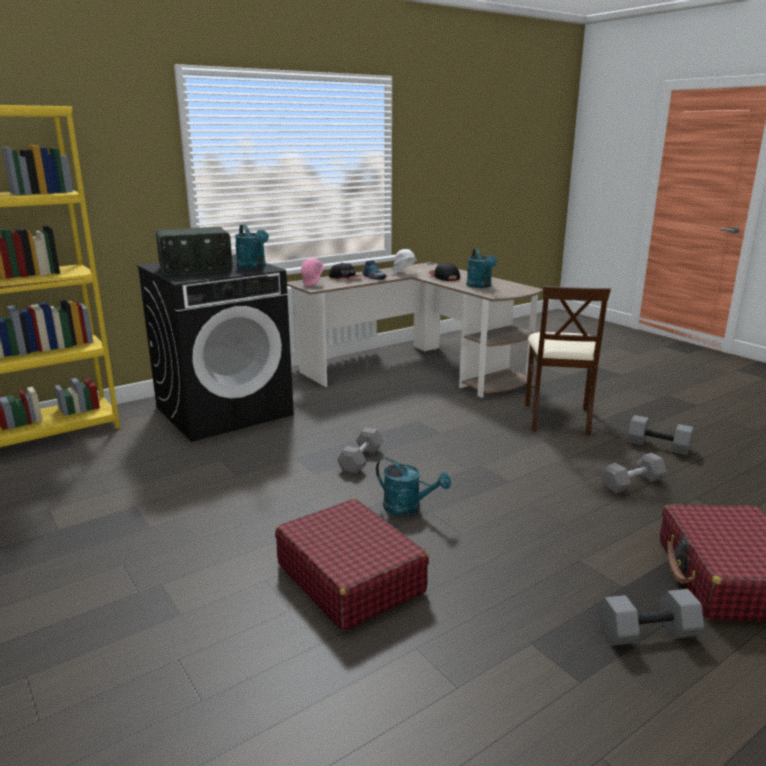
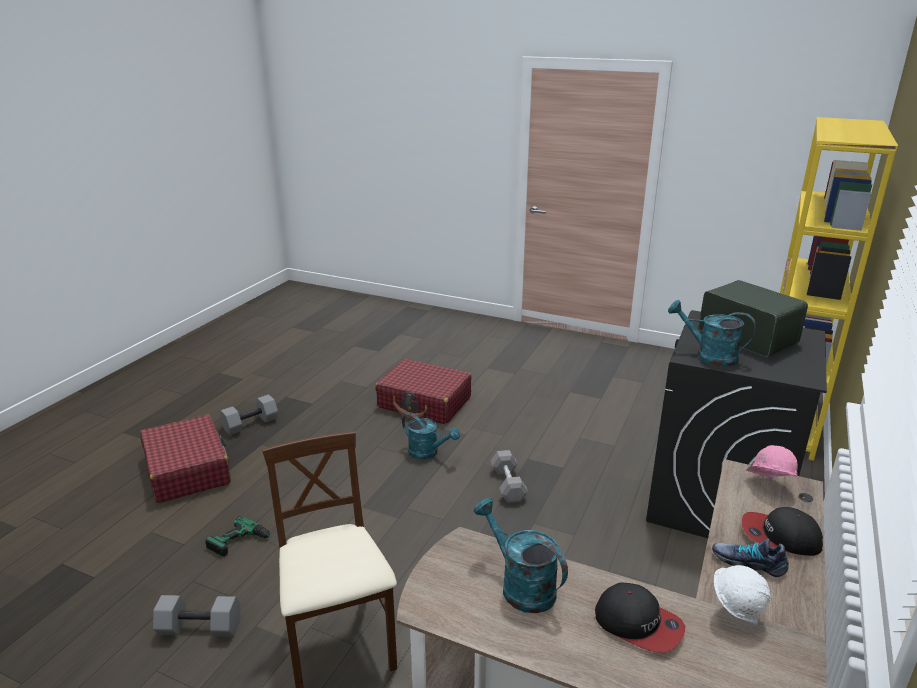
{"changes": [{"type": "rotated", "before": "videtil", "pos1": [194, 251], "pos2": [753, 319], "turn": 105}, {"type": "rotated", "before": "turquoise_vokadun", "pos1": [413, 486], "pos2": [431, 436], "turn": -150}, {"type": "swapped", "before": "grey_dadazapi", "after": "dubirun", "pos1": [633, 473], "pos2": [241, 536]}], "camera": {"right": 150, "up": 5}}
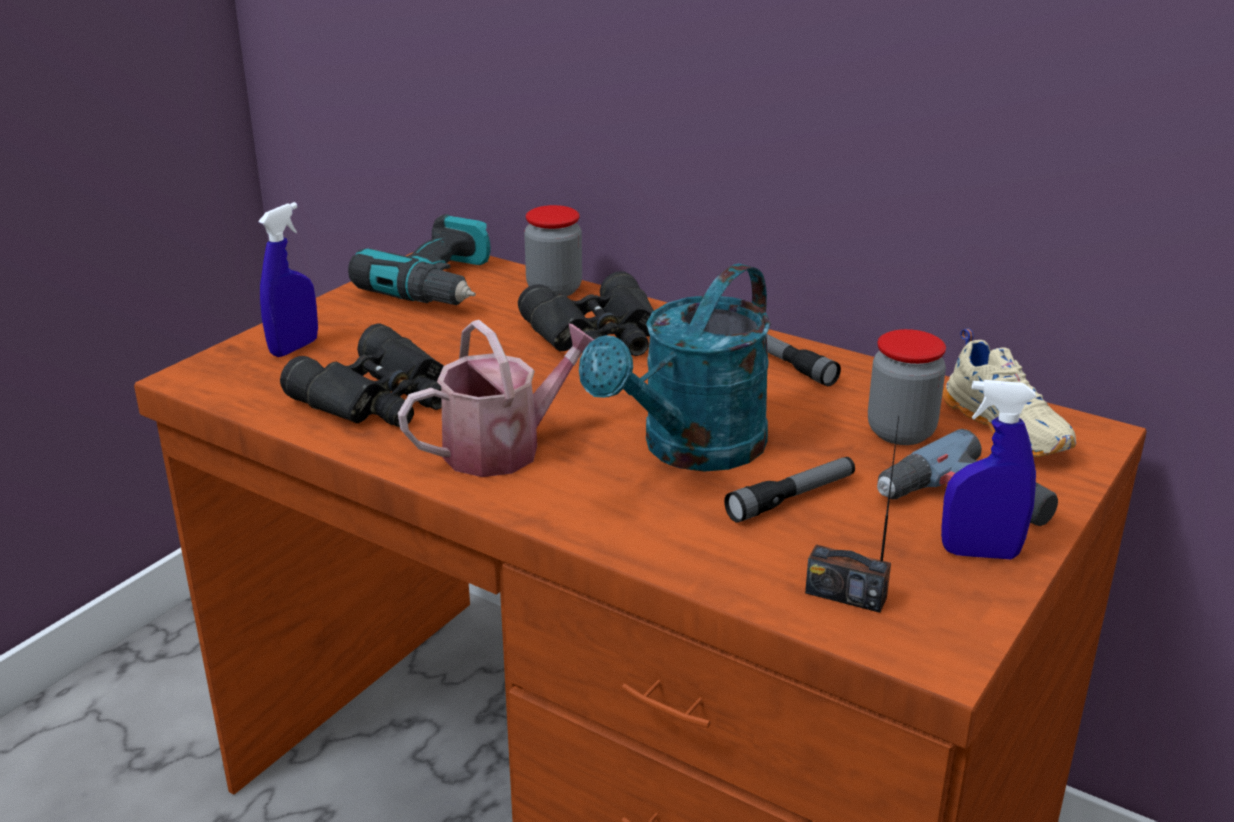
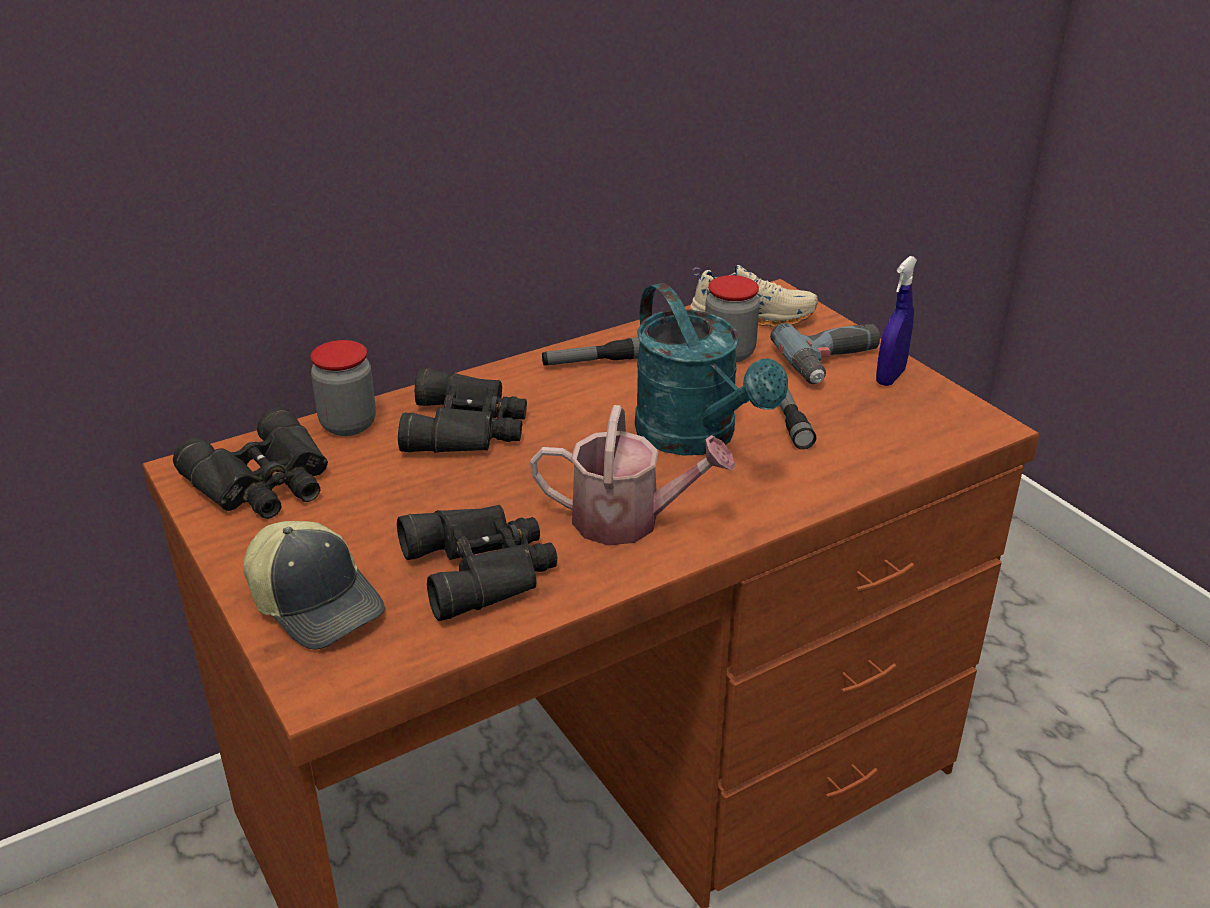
{"changes": [{"type": "swapped", "before": "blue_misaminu", "after": "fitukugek", "pos1": [288, 279], "pos2": [314, 585]}, {"type": "swapped", "before": "dubirun", "after": "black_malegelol", "pos1": [419, 259], "pos2": [250, 463]}, {"type": "rotated", "before": "vokadun", "pos1": [496, 398], "pos2": [633, 475], "turn": 105}, {"type": "gone", "before": "videtil", "pos1": [852, 514]}], "camera": {"right": -65, "up": 5}}
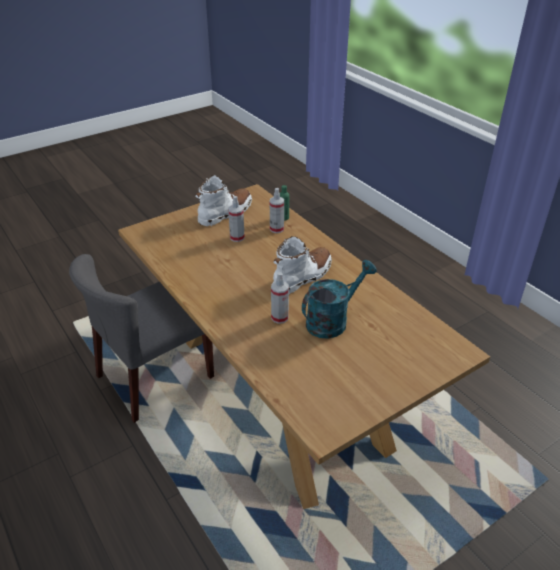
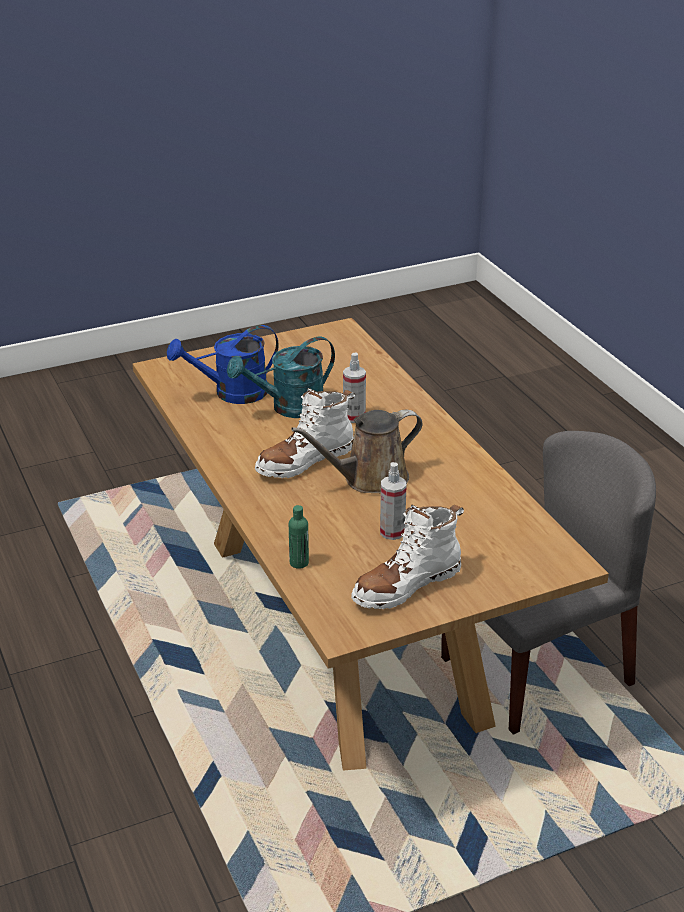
{"changes": [{"type": "gone", "before": "misaminu", "pos1": [277, 210]}, {"type": "new", "after": "blue_vokadun", "pos2": [223, 364]}, {"type": "new", "after": "brown_vokadun", "pos2": [356, 451]}], "camera": {"right": -170, "up": -5}}
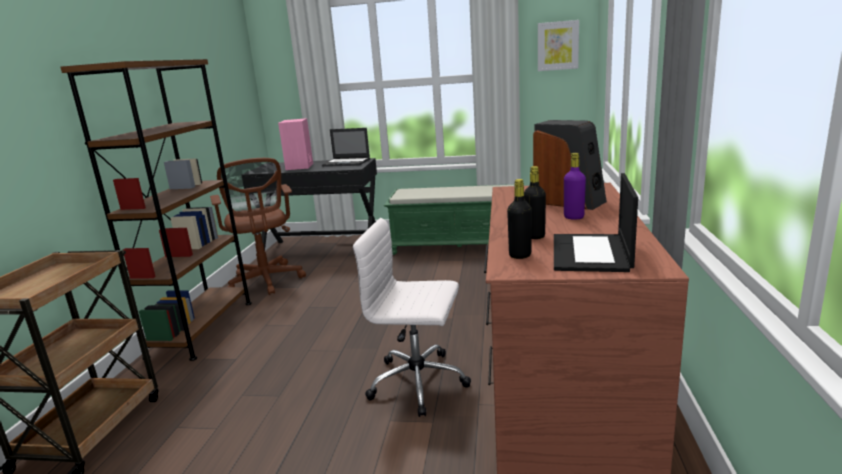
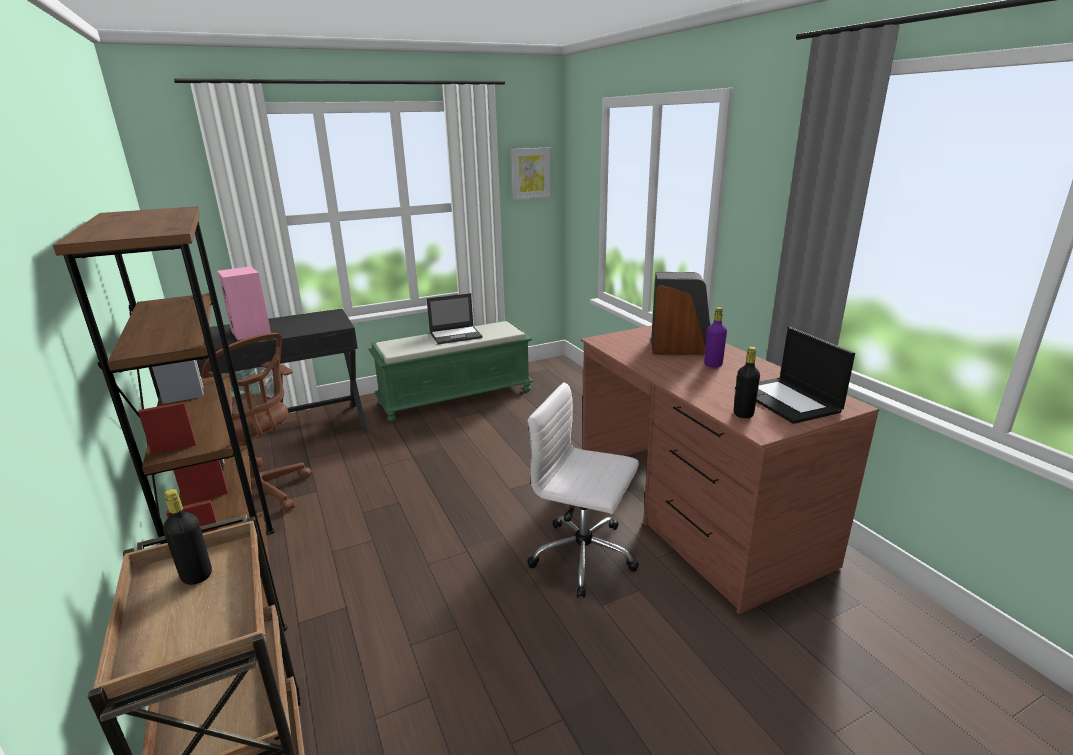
{"changes": [{"type": "shifted", "before": "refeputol", "pos1": [346, 147], "pos2": [455, 318]}, {"type": "rotated", "before": "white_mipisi", "pos1": [412, 317], "pos2": [583, 490], "turn": 45}, {"type": "shifted", "before": "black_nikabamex", "pos1": [535, 202], "pos2": [187, 537]}], "camera": {"right": -35, "up": 5}}
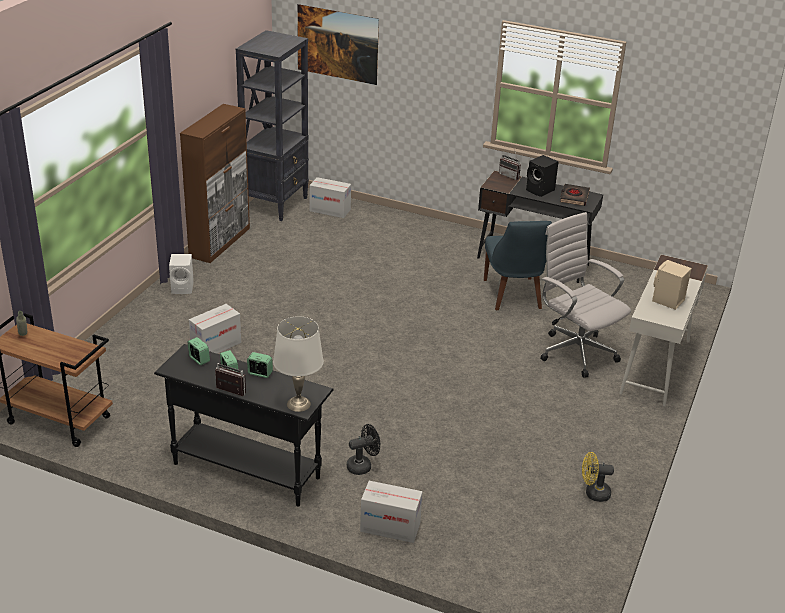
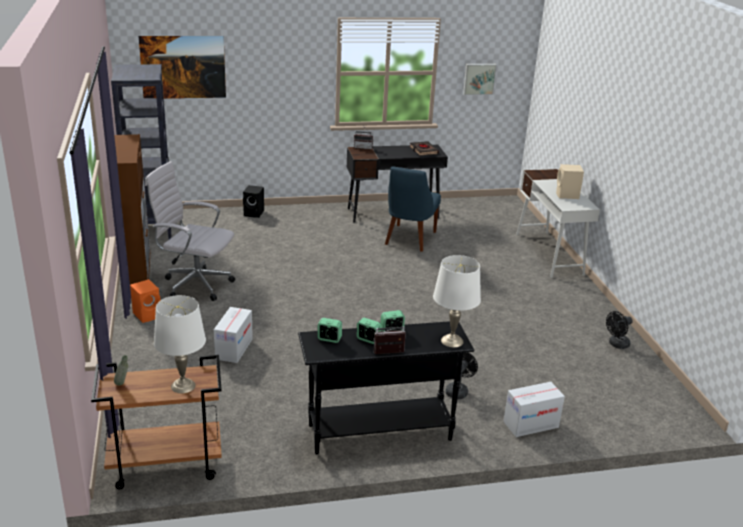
{"changes": [{"type": "repainted", "before": "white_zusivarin", "after": "orange_zusivarin", "pos1": [181, 274], "pos2": [145, 301]}, {"type": "gone", "before": "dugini", "pos1": [330, 197]}, {"type": "rotated", "before": "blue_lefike", "pos1": [518, 265], "pos2": [413, 209], "turn": 60}, {"type": "shifted", "before": "black_zusivarin", "pos1": [542, 176], "pos2": [253, 201]}, {"type": "shifted", "before": "white_mipisi", "pos1": [585, 295], "pos2": [190, 231]}, {"type": "repainted", "before": "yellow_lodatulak", "after": "black_lodatulak", "pos1": [598, 477], "pos2": [619, 330]}, {"type": "new", "after": "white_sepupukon", "pos2": [180, 344]}, {"type": "new", "after": "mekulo", "pos2": [480, 79]}], "camera": {"right": -35, "up": -5}}
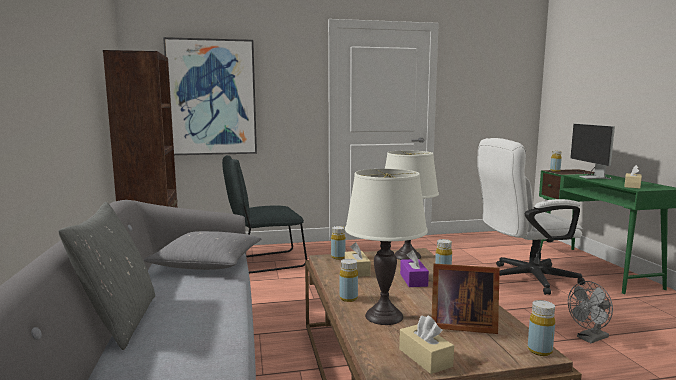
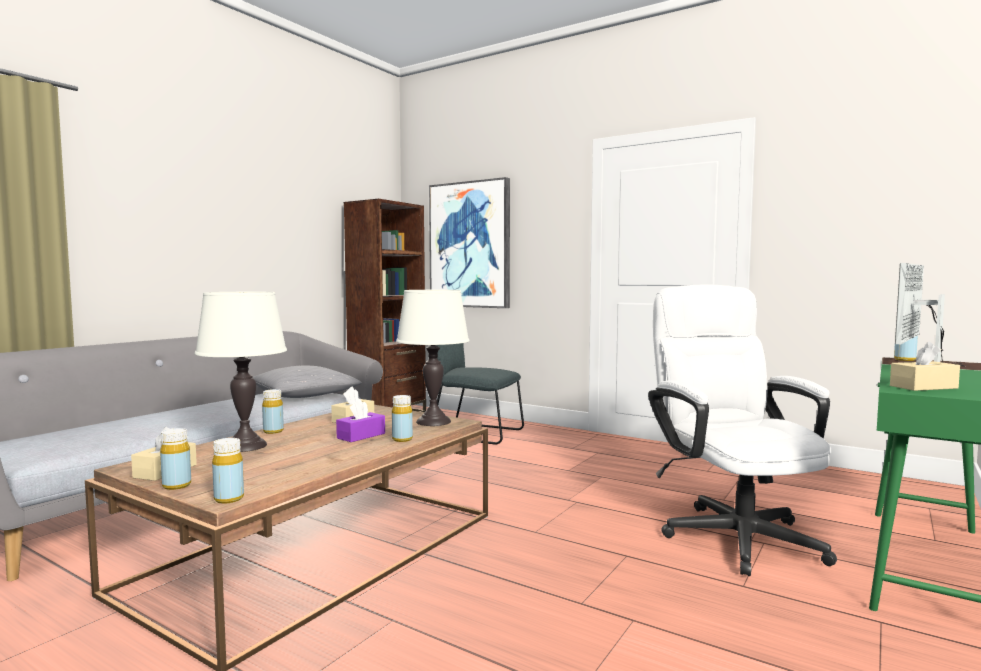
{"changes": [{"type": "gone", "before": "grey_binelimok", "pos1": [107, 276]}, {"type": "shifted", "before": "yellow_nikabamex", "pos1": [338, 242], "pos2": [175, 459]}, {"type": "gone", "before": "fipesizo", "pos1": [466, 299]}, {"type": "rotated", "before": "white_mipisi", "pos1": [531, 216], "pos2": [742, 430], "turn": 45}, {"type": "gone", "before": "grey_lodatulak", "pos1": [590, 312]}], "camera": {"right": 45, "up": -5}}
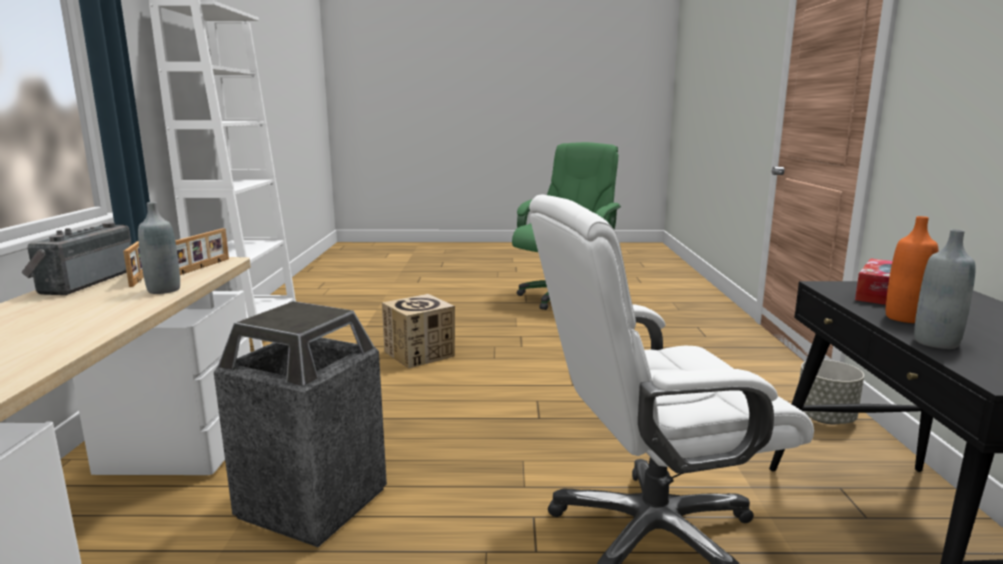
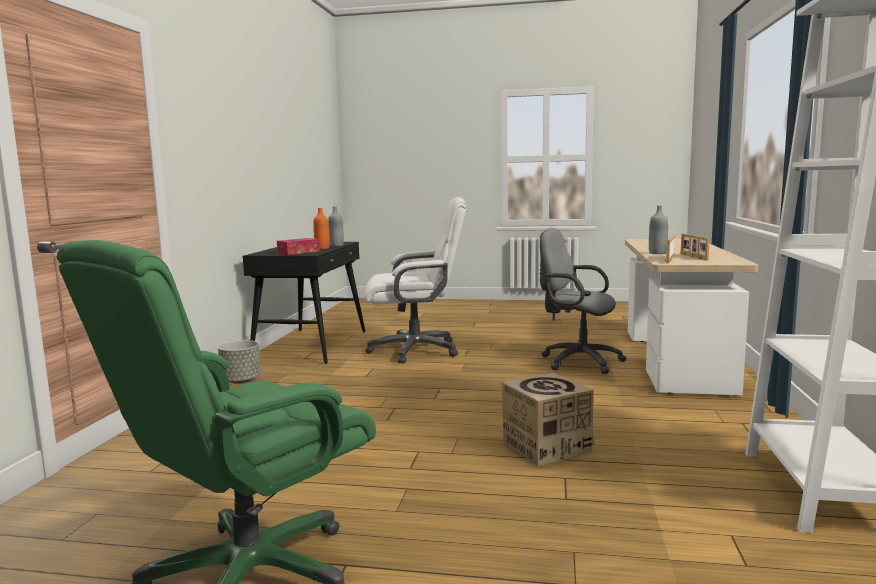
{"changes": [{"type": "gone", "before": "videtil", "pos1": [77, 258]}, {"type": "swapped", "before": "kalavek", "after": "grey_mipisi", "pos1": [300, 424], "pos2": [583, 301]}], "camera": {"right": -170, "up": -5}}
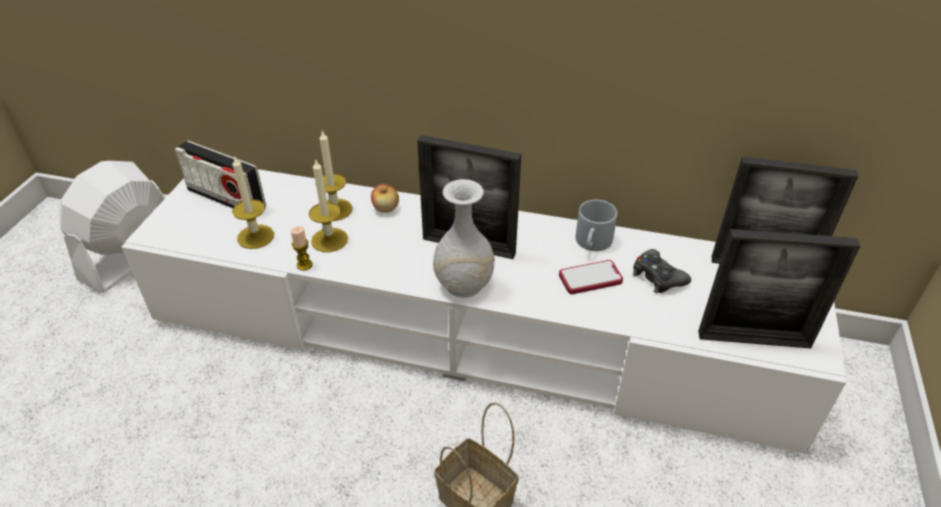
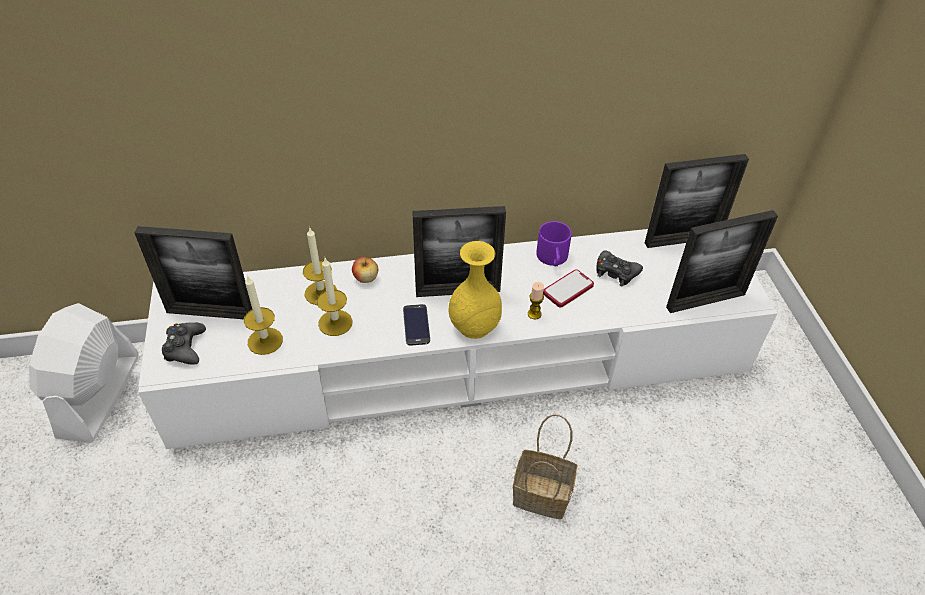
{"changes": [{"type": "swapped", "before": "videtil", "after": "fipesizo", "pos1": [220, 174], "pos2": [193, 272]}, {"type": "shifted", "before": "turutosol", "pos1": [302, 248], "pos2": [536, 301]}, {"type": "repainted", "before": "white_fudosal", "after": "yellow_fudosal", "pos1": [464, 238], "pos2": [475, 290]}, {"type": "repainted", "before": "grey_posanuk", "after": "purple_posanuk", "pos1": [596, 225], "pos2": [554, 243]}, {"type": "new", "after": "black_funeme", "pos2": [184, 343]}, {"type": "new", "after": "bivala", "pos2": [416, 324]}], "camera": {"right": -25, "up": 5}}
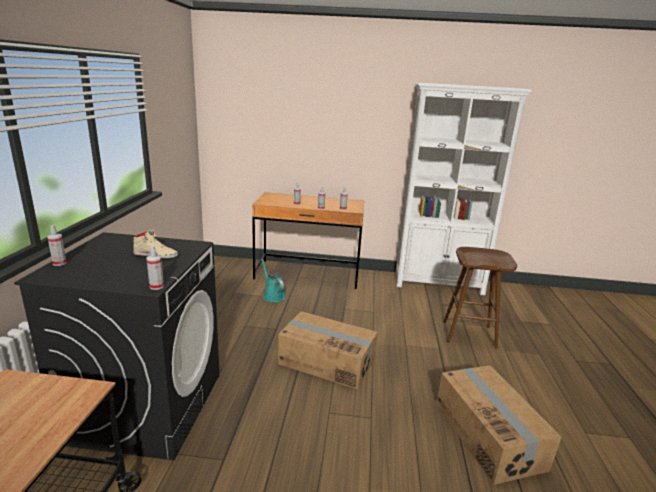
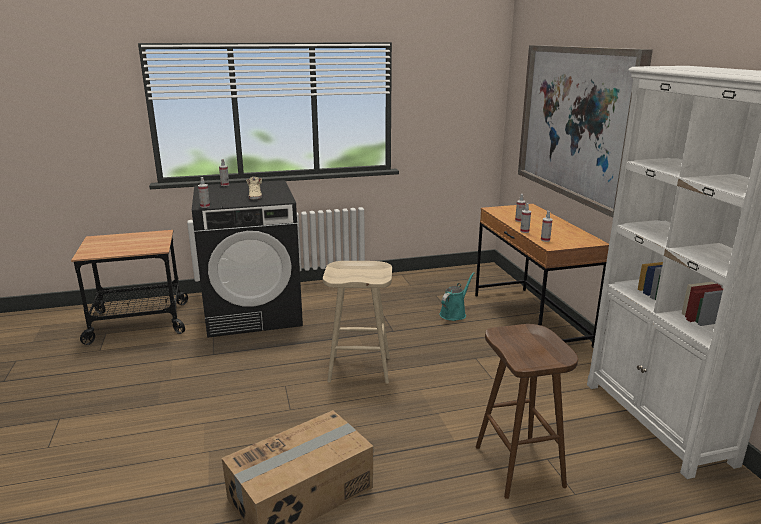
{"changes": [{"type": "swapped", "before": "dugini", "after": "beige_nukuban", "pos1": [328, 350], "pos2": [357, 322]}, {"type": "new", "after": "mekulo", "pos2": [585, 131]}], "camera": {"right": 70, "up": 0}}
